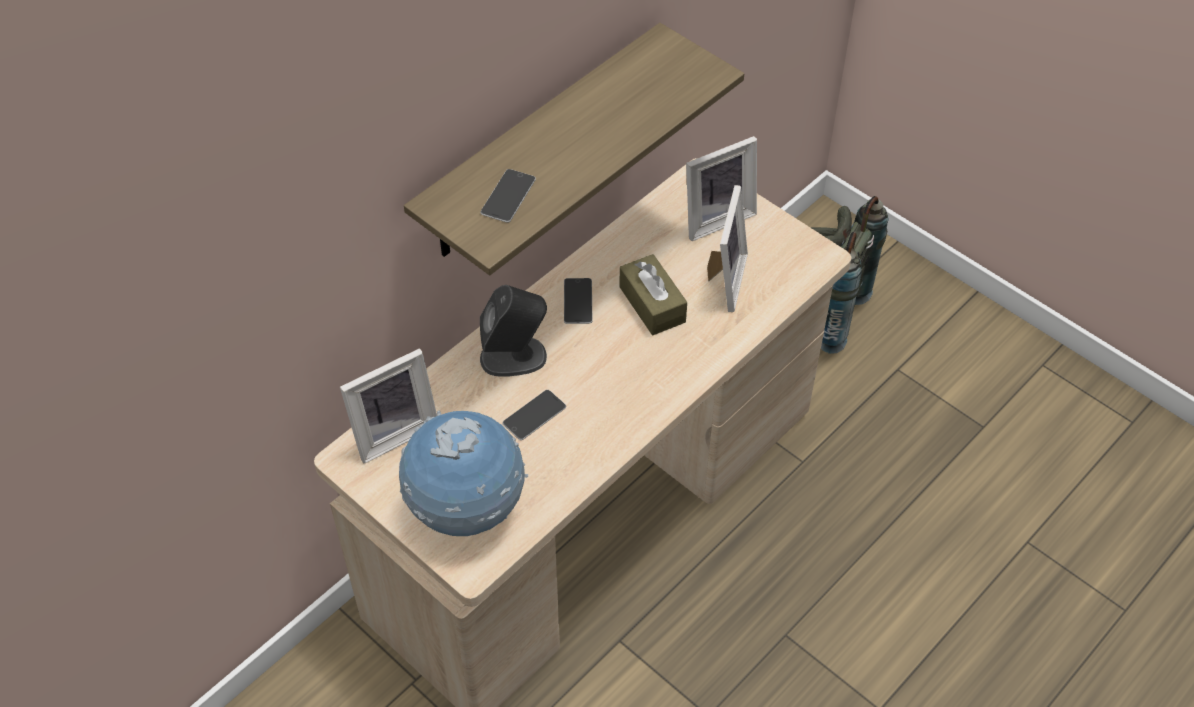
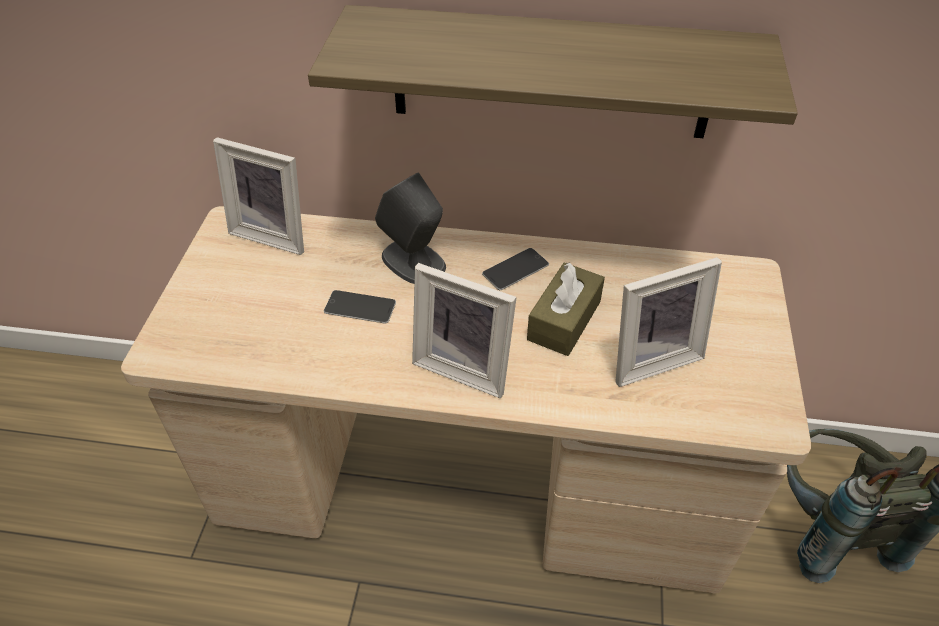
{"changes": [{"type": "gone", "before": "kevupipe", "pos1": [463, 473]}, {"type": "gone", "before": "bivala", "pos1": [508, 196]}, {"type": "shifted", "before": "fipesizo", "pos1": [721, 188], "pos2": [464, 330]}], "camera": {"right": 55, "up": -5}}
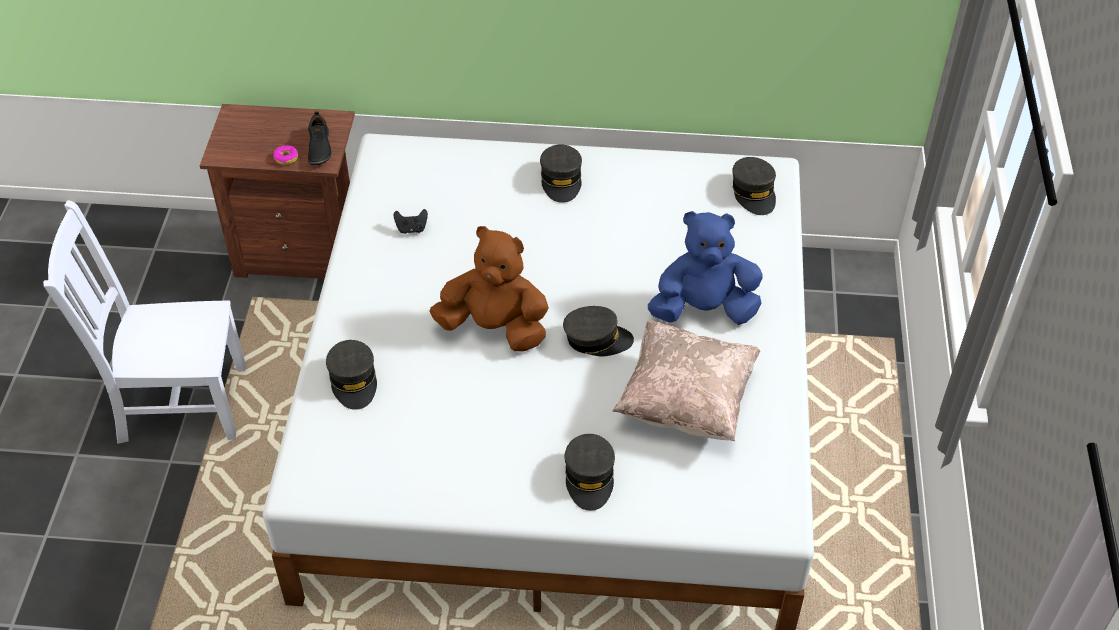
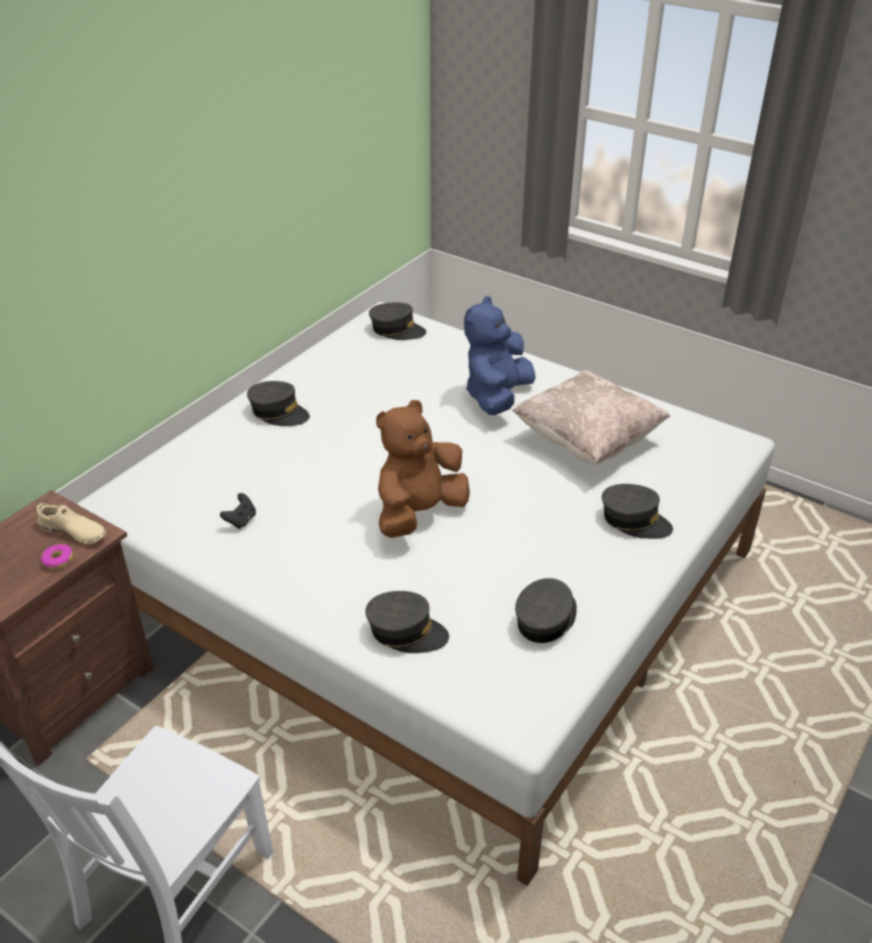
{"changes": [{"type": "repainted", "before": "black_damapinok", "after": "beige_damapinok", "pos1": [319, 138], "pos2": [71, 522]}, {"type": "shifted", "before": "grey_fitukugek", "pos1": [598, 331], "pos2": [546, 610]}], "camera": {"right": -60, "up": -10}}
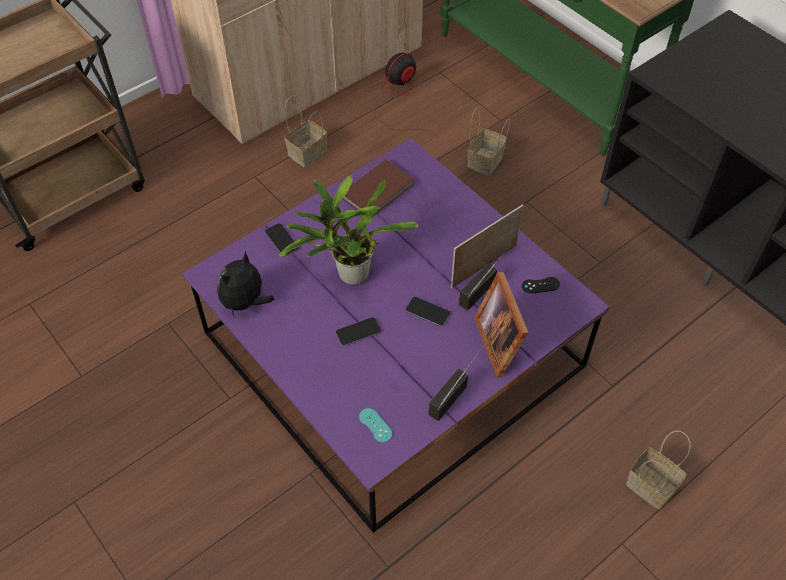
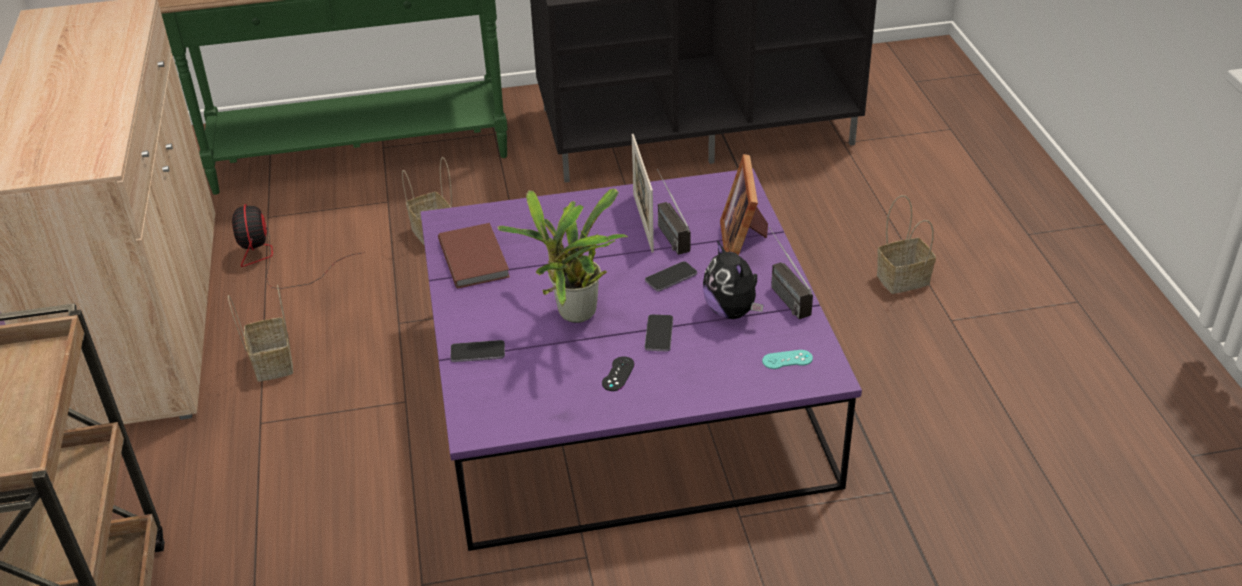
{"changes": [{"type": "shifted", "before": "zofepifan", "pos1": [245, 283], "pos2": [733, 279]}, {"type": "rotated", "before": "fipesizo", "pos1": [501, 324], "pos2": [744, 204], "turn": 75}, {"type": "shifted", "before": "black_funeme", "pos1": [541, 285], "pos2": [618, 373]}], "camera": {"right": -60, "up": -15}}
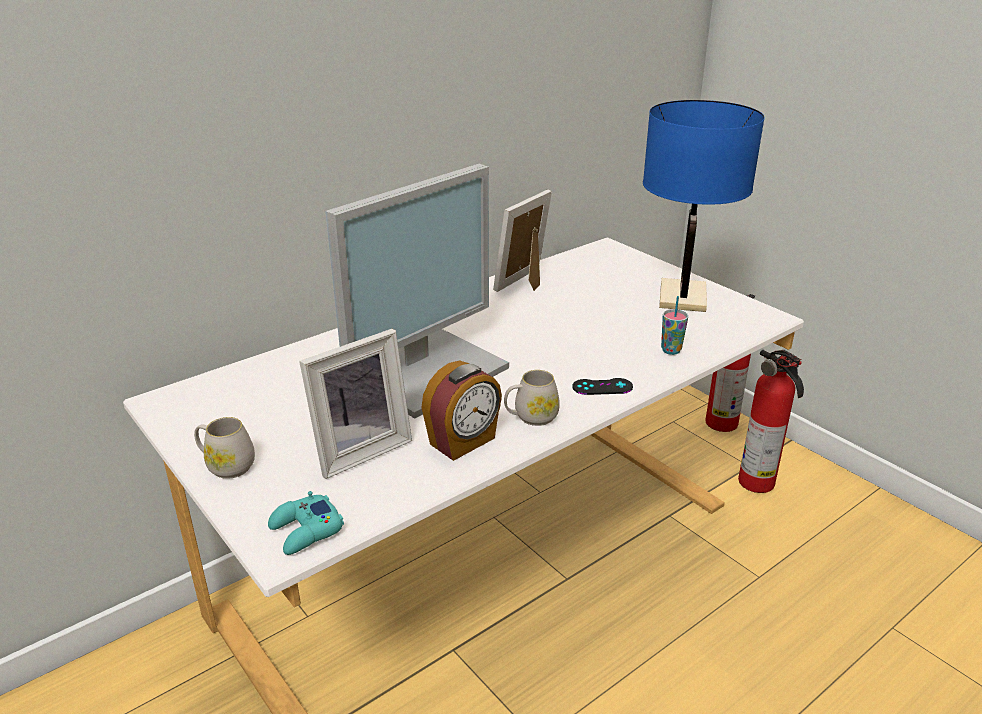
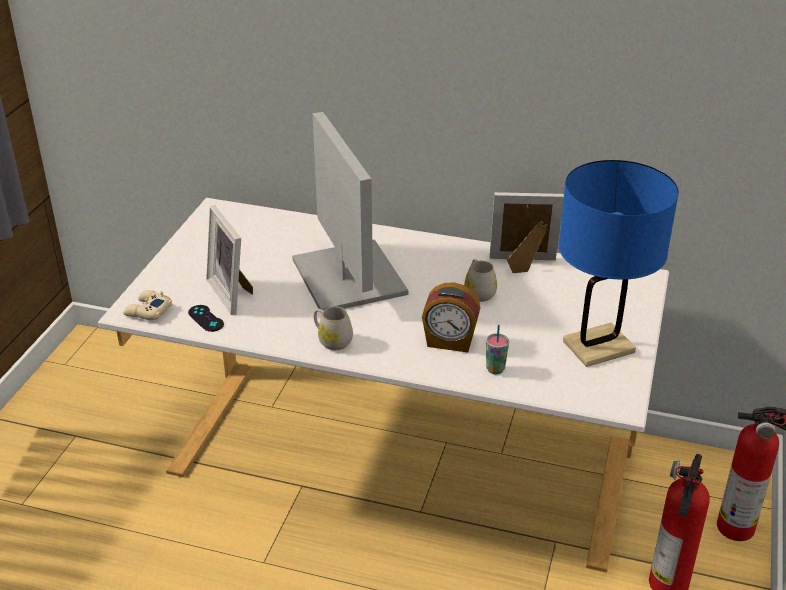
{"changes": [{"type": "shifted", "before": "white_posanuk", "pos1": [224, 448], "pos2": [480, 280]}, {"type": "repainted", "before": "turquoise_funeme", "after": "beige_funeme", "pos1": [306, 523], "pos2": [147, 305]}, {"type": "rotated", "before": "fipesizo", "pos1": [355, 404], "pos2": [229, 260], "turn": 45}, {"type": "rotated", "before": "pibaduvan", "pos1": [417, 291], "pos2": [350, 213], "turn": -120}, {"type": "shifted", "before": "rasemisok", "pos1": [461, 411], "pos2": [451, 317]}, {"type": "shifted", "before": "black_funeme", "pos1": [602, 386], "pos2": [206, 318]}], "camera": {"right": 55, "up": 5}}
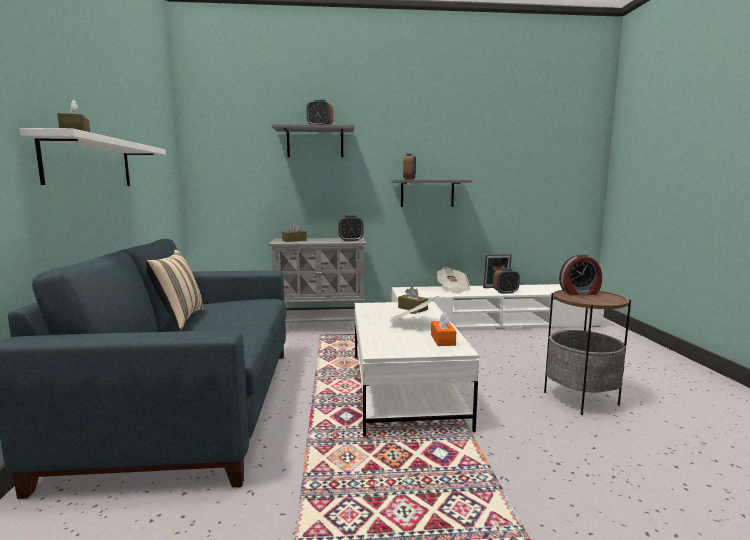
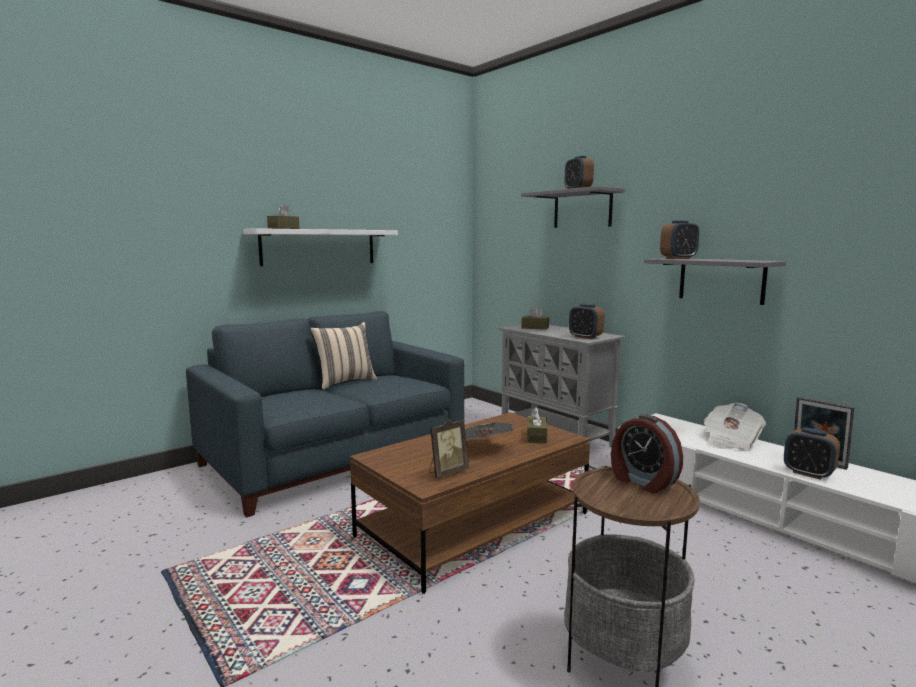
{"changes": [{"type": "repainted", "before": "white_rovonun", "after": "brown_rovonun", "pos1": [417, 369], "pos2": [470, 503]}, {"type": "swapped", "before": "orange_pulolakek", "after": "fipesizo", "pos1": [443, 329], "pos2": [449, 448]}], "camera": {"right": 55, "up": 0}}
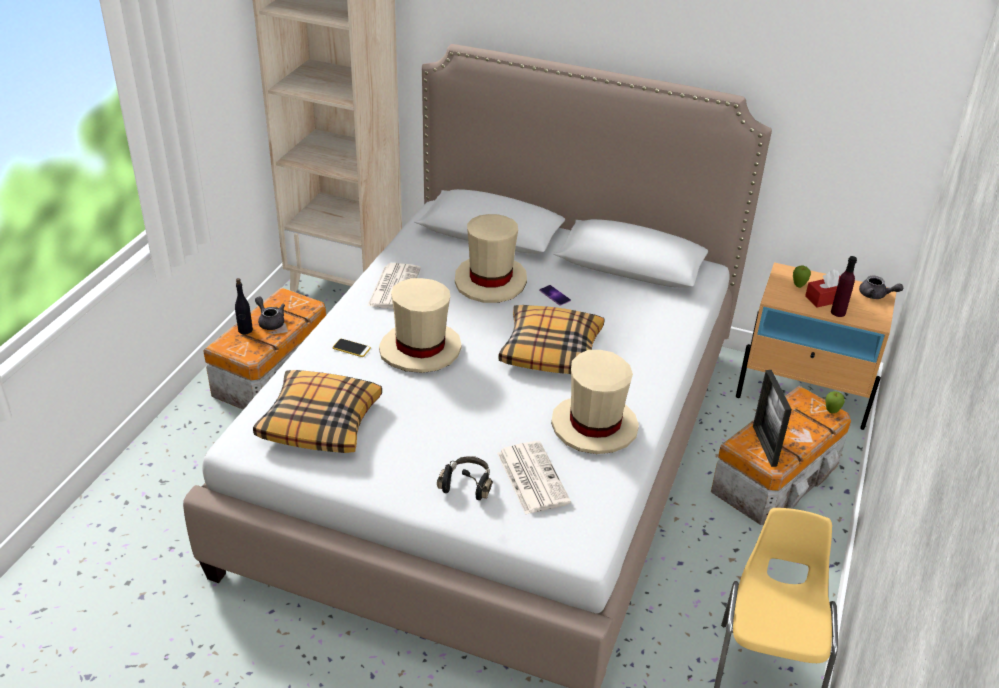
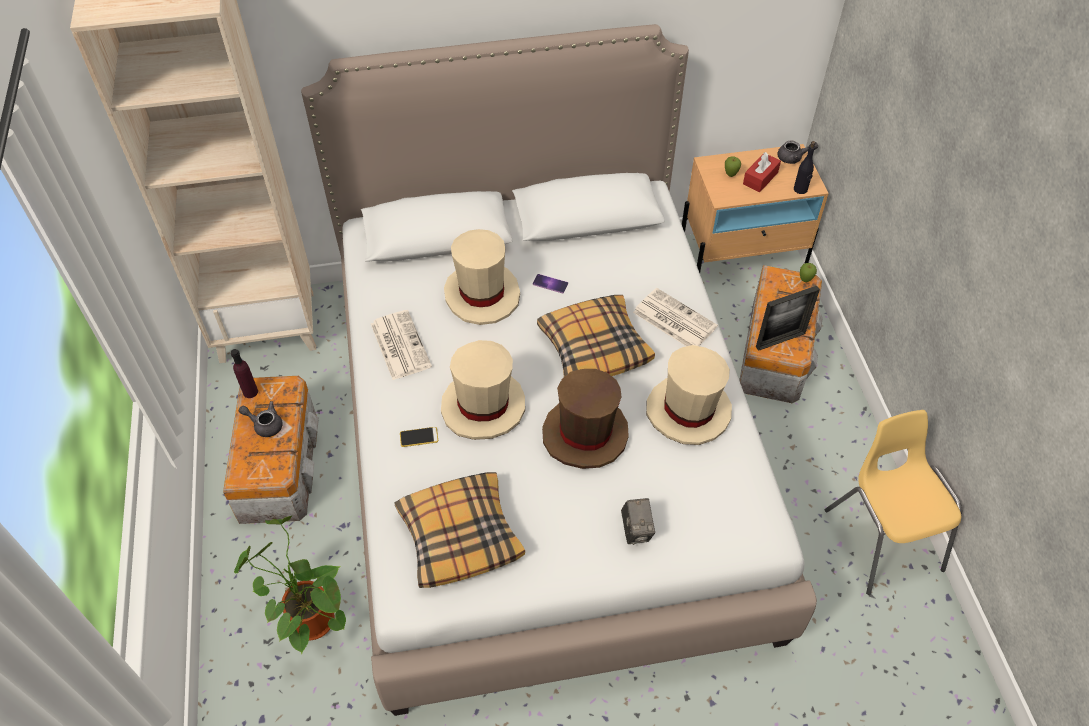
{"changes": [{"type": "shifted", "before": "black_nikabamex", "pos1": [244, 306], "pos2": [804, 167]}, {"type": "swapped", "before": "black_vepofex", "after": "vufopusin", "pos1": [465, 478], "pos2": [638, 521]}, {"type": "shifted", "before": "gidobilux", "pos1": [534, 478], "pos2": [675, 317]}, {"type": "rotated", "before": "fipesizo", "pos1": [772, 418], "pos2": [788, 318], "turn": -75}, {"type": "shifted", "before": "purple_nikabamex", "pos1": [844, 286], "pos2": [244, 373]}, {"type": "new", "after": "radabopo", "pos2": [290, 585]}, {"type": "new", "after": "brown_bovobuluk", "pos2": [585, 419]}], "camera": {"right": -30, "up": 15}}
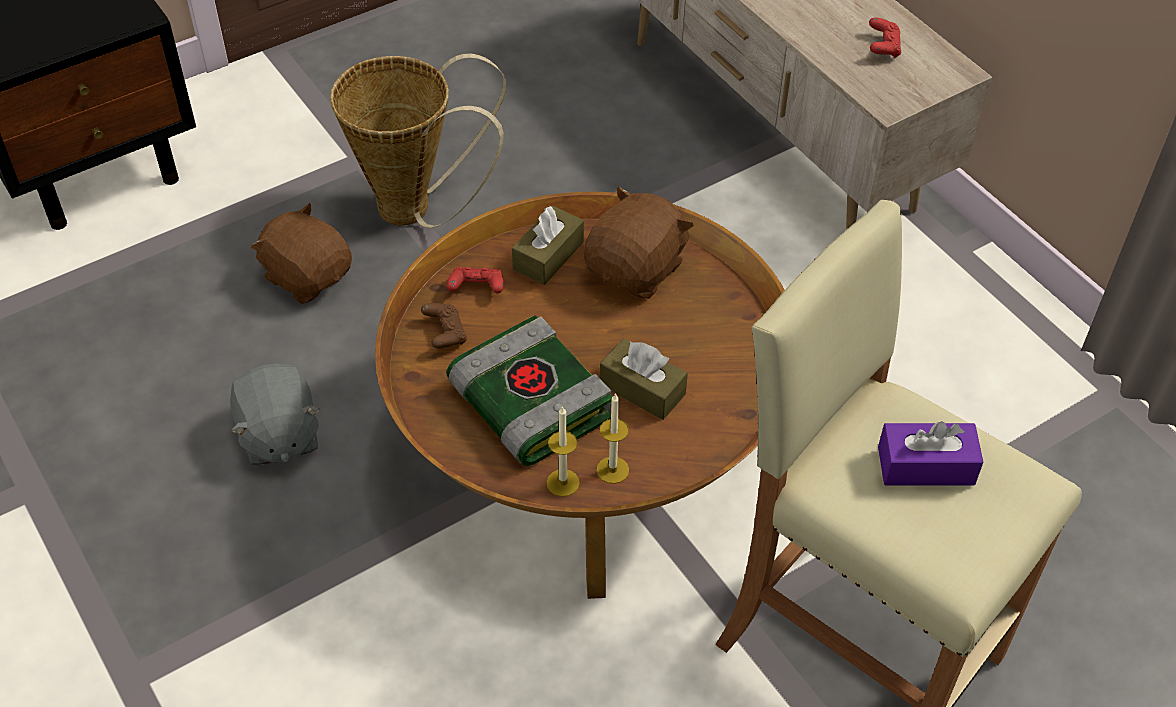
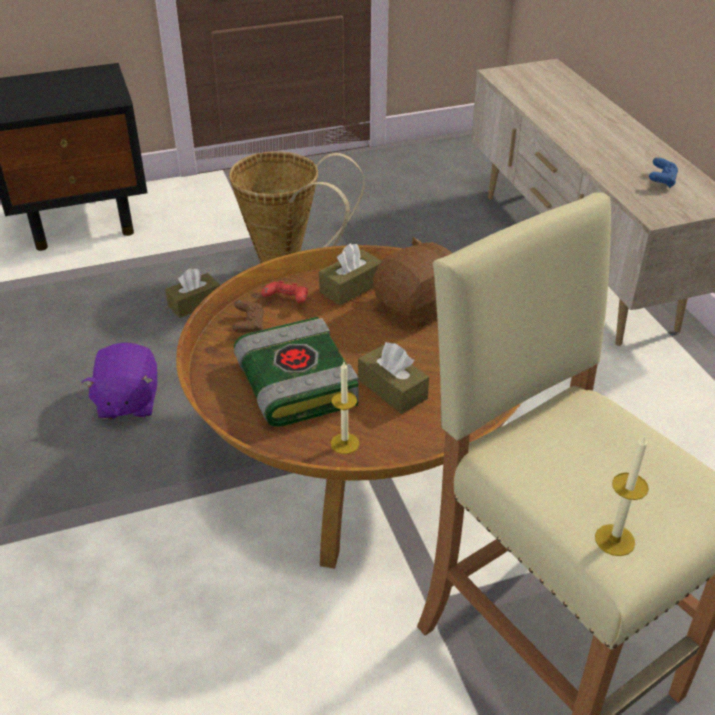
{"changes": [{"type": "repainted", "before": "grey_zofepifan", "after": "purple_zofepifan", "pos1": [275, 414], "pos2": [119, 380]}, {"type": "swapped", "before": "brown_zofepifan", "after": "brown_pulolakek", "pos1": [301, 253], "pos2": [192, 293]}, {"type": "shifted", "before": "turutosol", "pos1": [563, 451], "pos2": [622, 495]}, {"type": "repainted", "before": "red_funeme", "after": "blue_funeme", "pos1": [885, 37], "pos2": [663, 172]}, {"type": "gone", "before": "purple_pulolakek", "pos1": [930, 453]}], "camera": {"right": 15, "up": -10}}
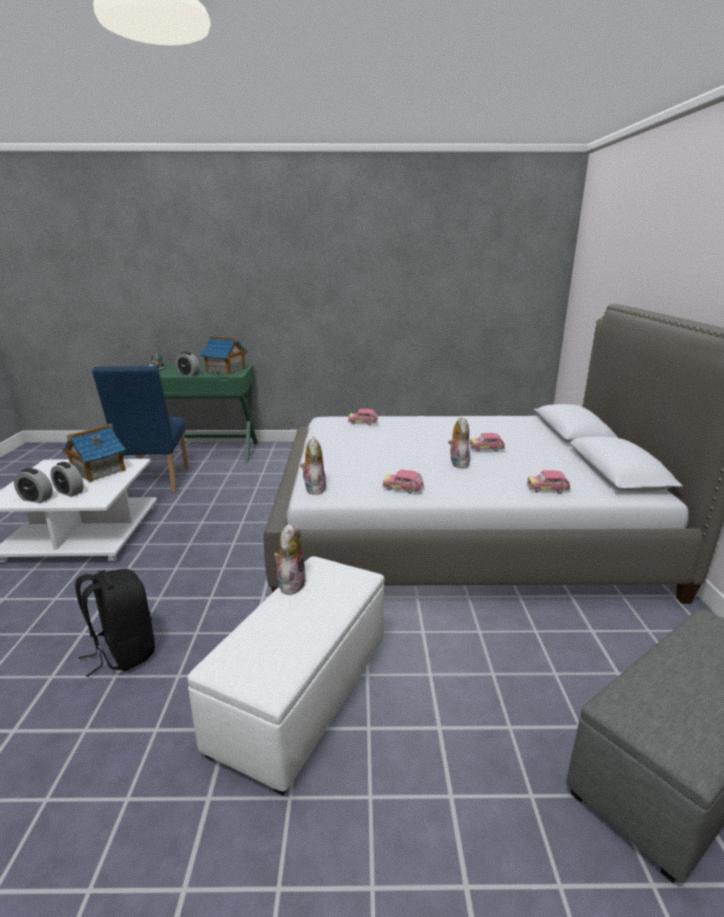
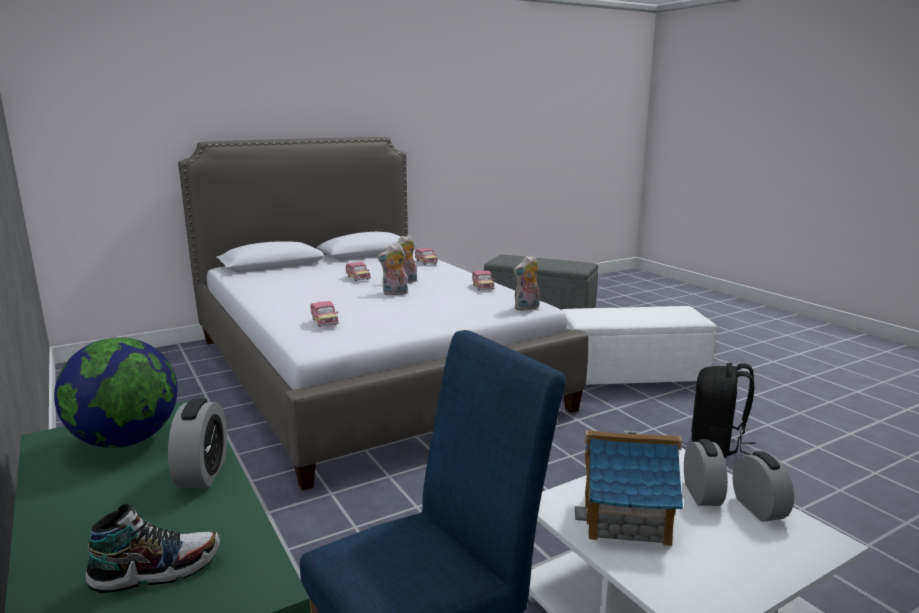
{"changes": [{"type": "swapped", "before": "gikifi", "after": "kevupipe", "pos1": [224, 355], "pos2": [116, 392]}, {"type": "shifted", "before": "zofepifan", "pos1": [290, 559], "pos2": [392, 269]}], "camera": {"right": -120, "up": -5}}
